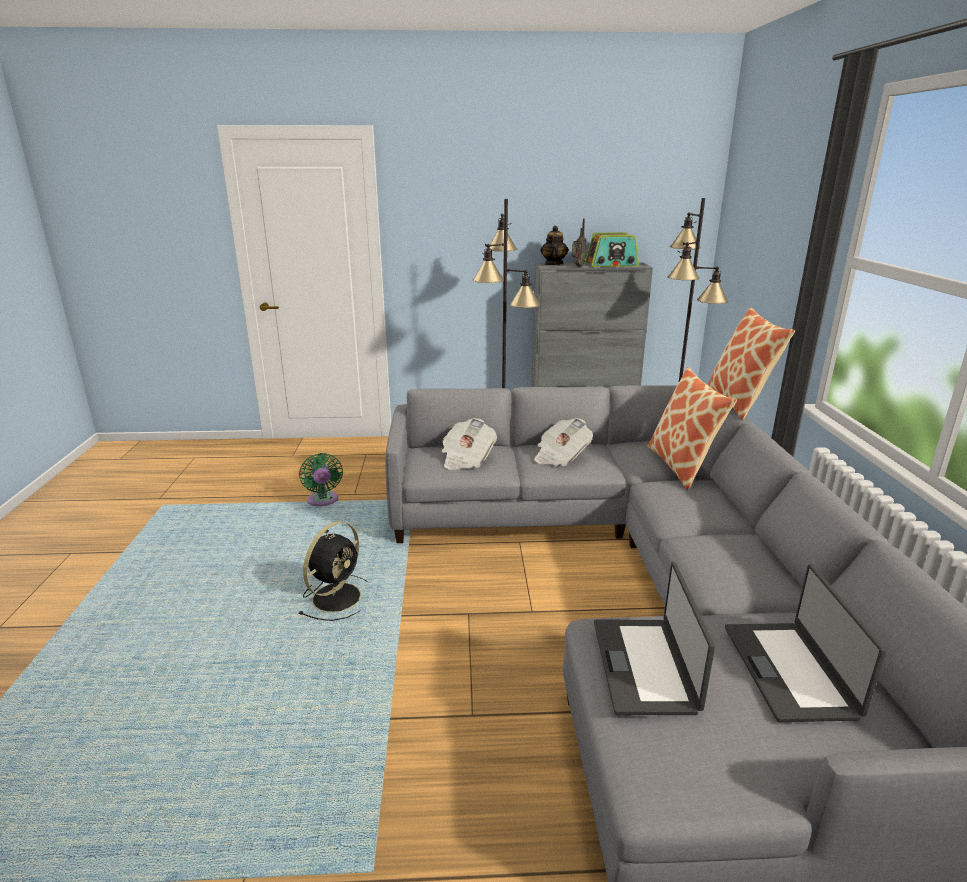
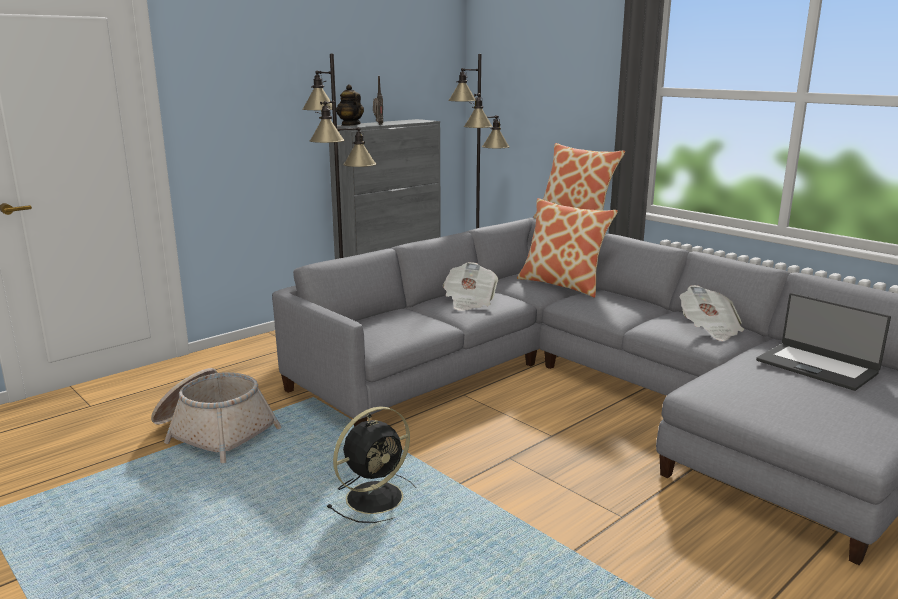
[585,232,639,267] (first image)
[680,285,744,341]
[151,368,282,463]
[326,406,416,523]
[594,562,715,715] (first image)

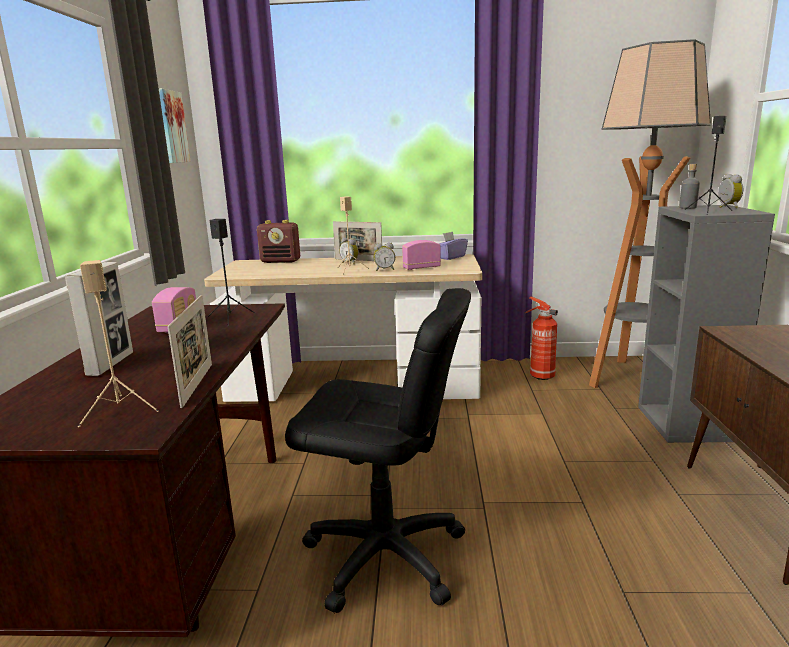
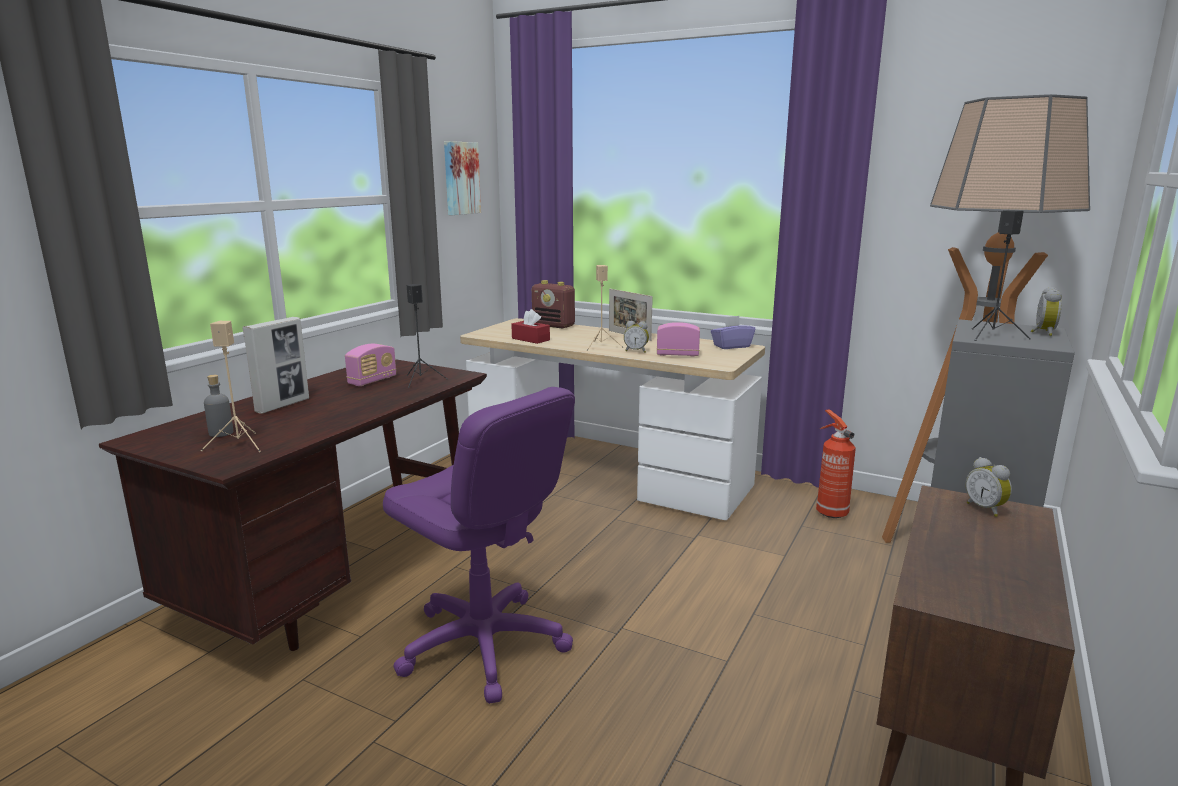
[204,375,233,437]
[966,457,1012,517]
[383,387,575,704]
[167,295,212,408] (first image)
[511,309,550,344]

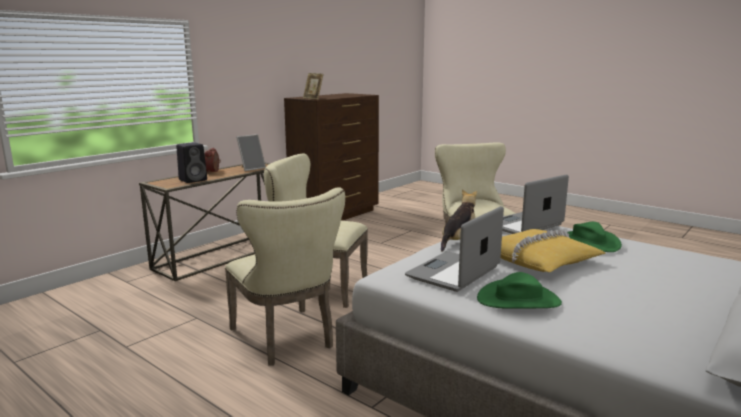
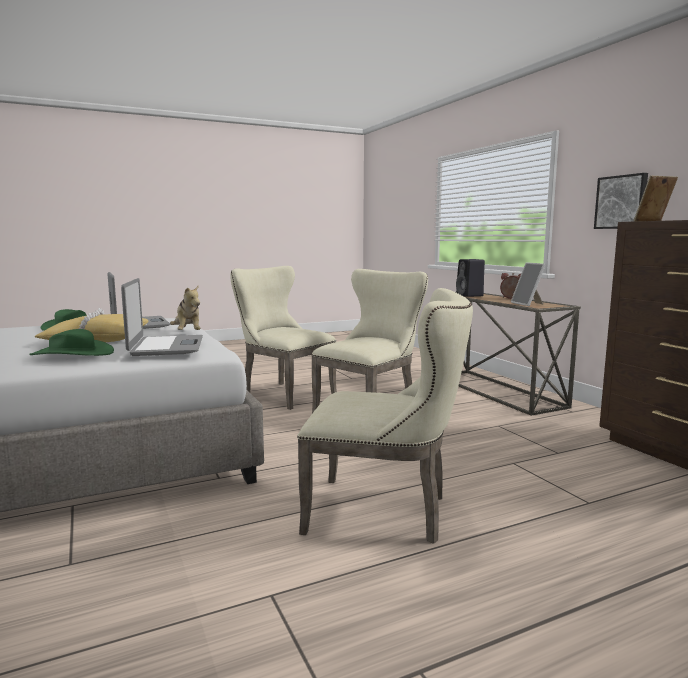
[230,266,337,410]
[594,173,648,229]

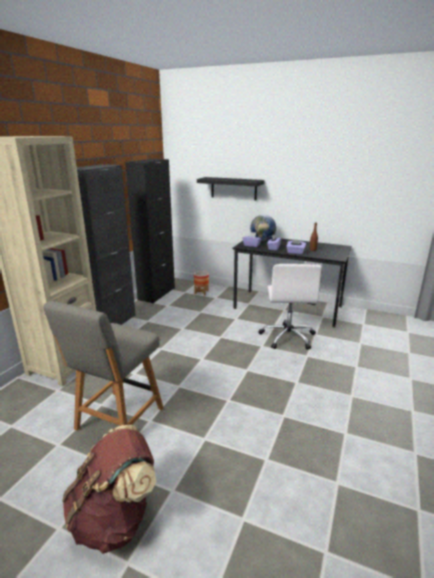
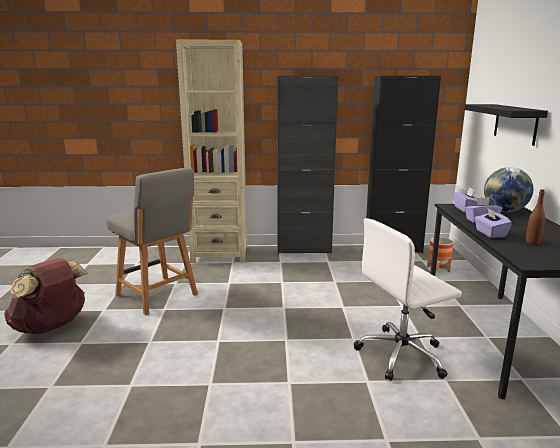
[107,168,198,315]

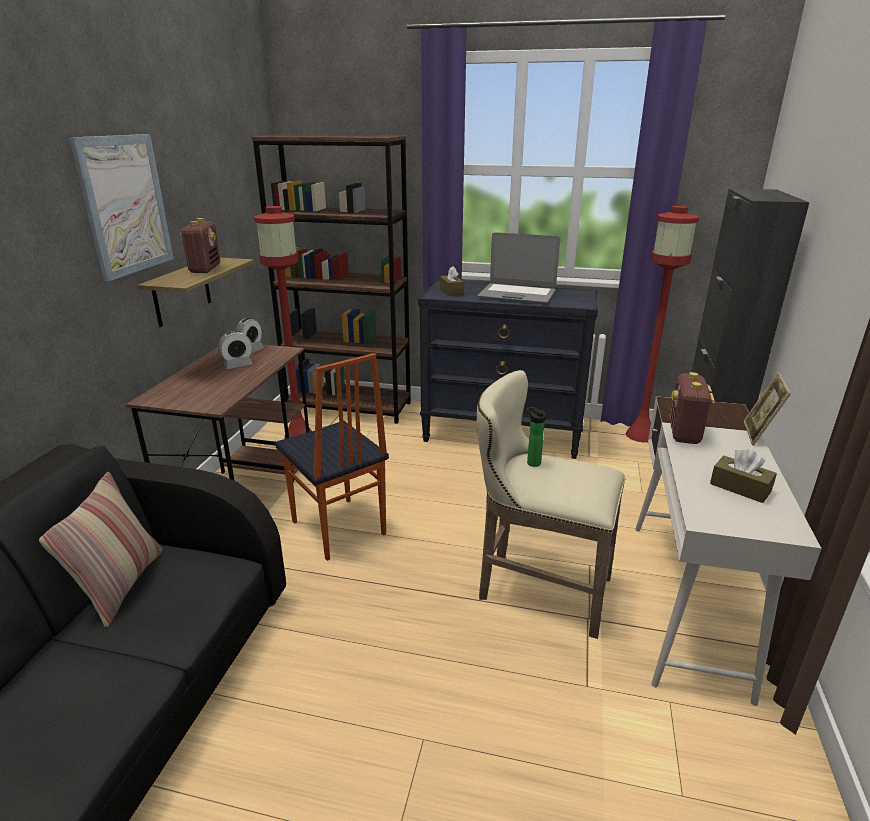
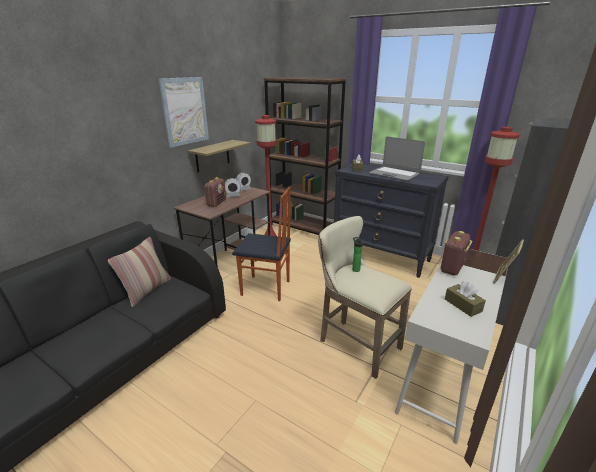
[204,177,226,207]
[232,187,291,301]

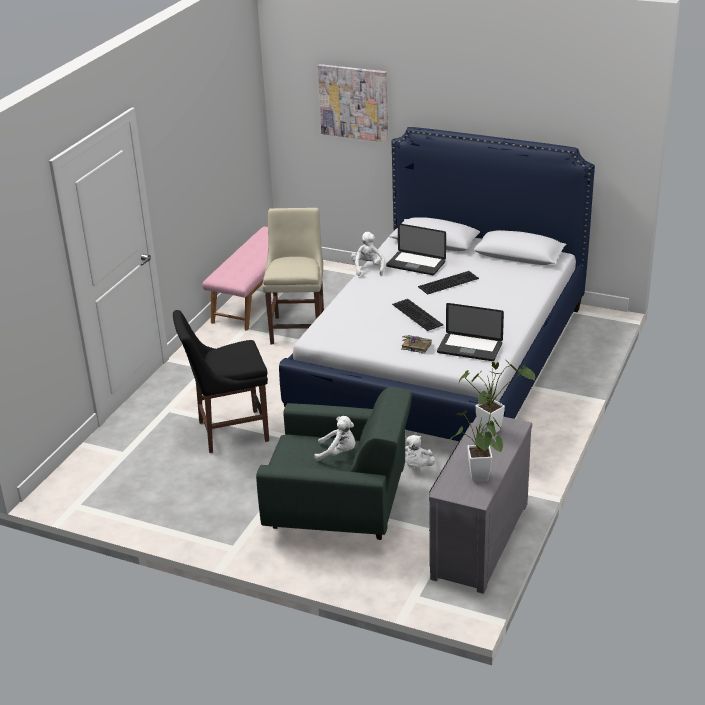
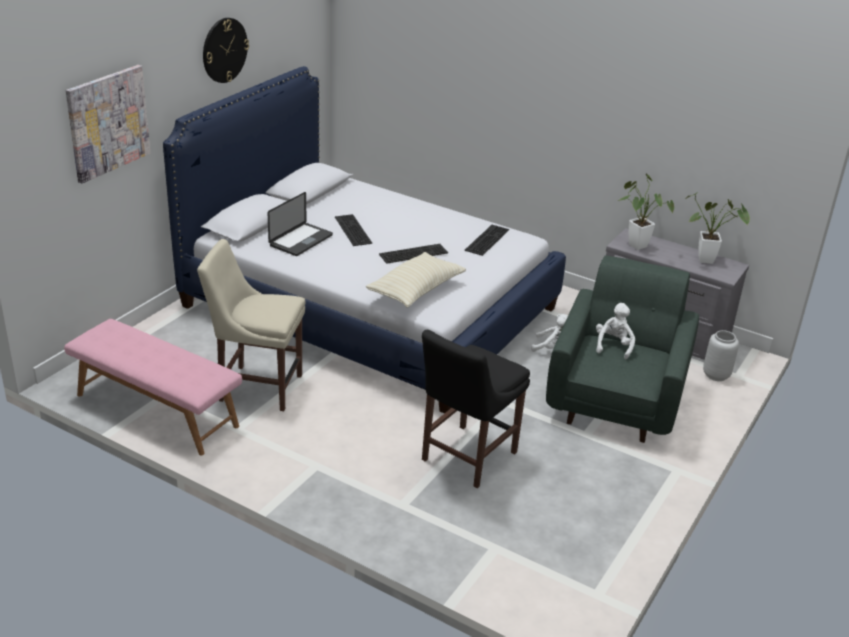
[351,232,385,276] (first image)
[465,225,509,256]
[422,330,530,488]
[401,335,432,354] (first image)
[203,18,249,83]
[366,252,466,307]
[703,330,739,381]

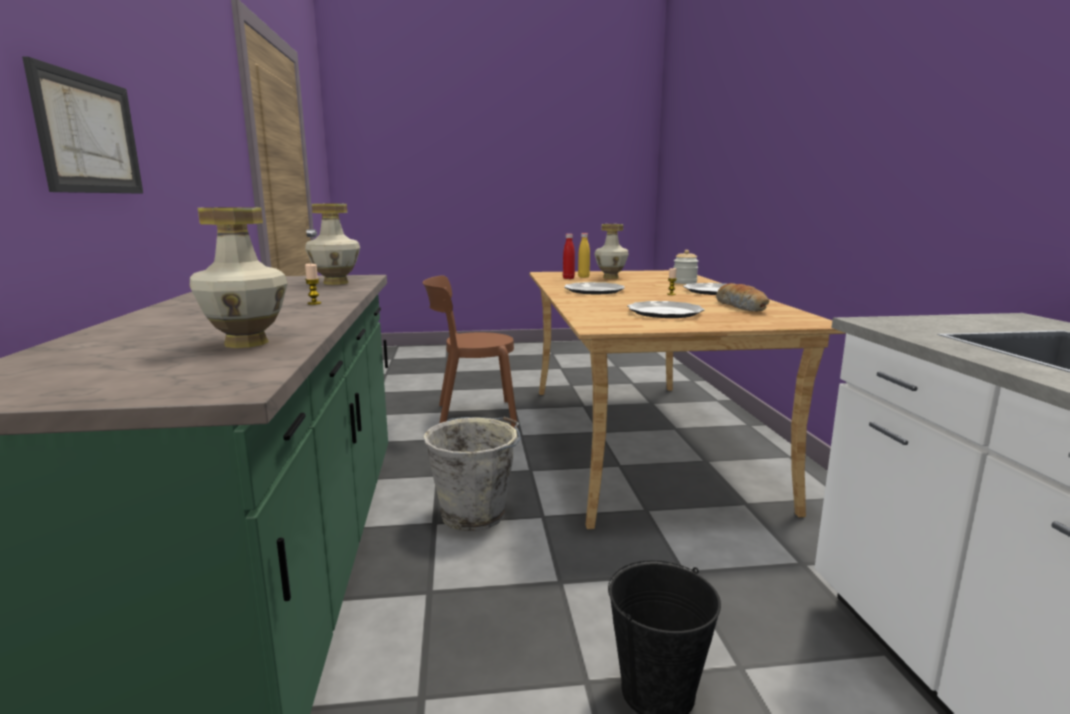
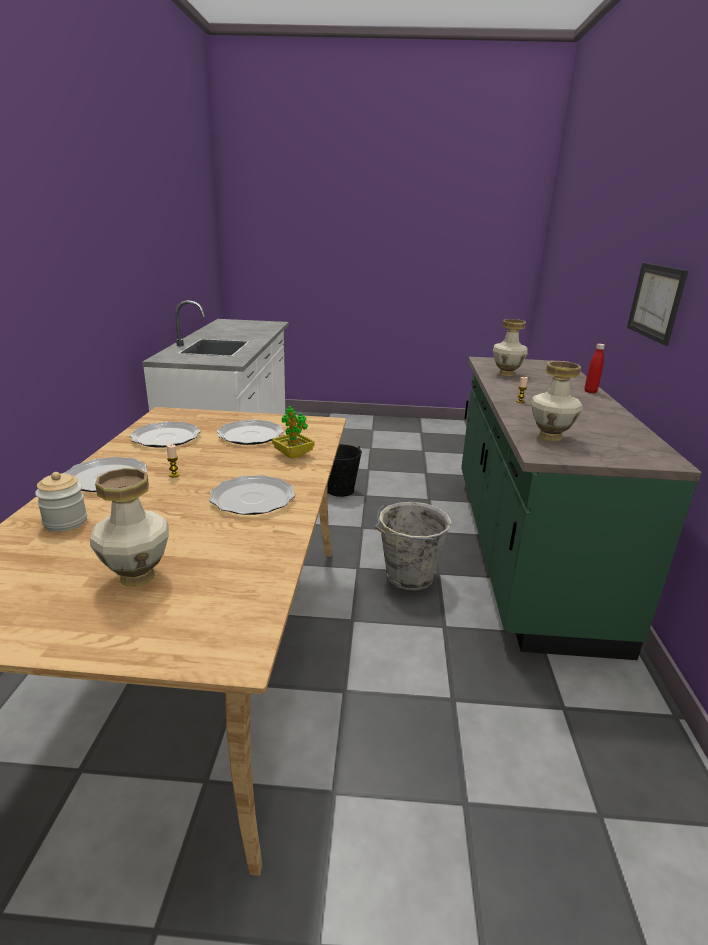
[578,233,590,278] (first image)
[585,344,605,393]
[423,275,518,428] (first image)
[129,421,201,448]
[272,406,315,459]

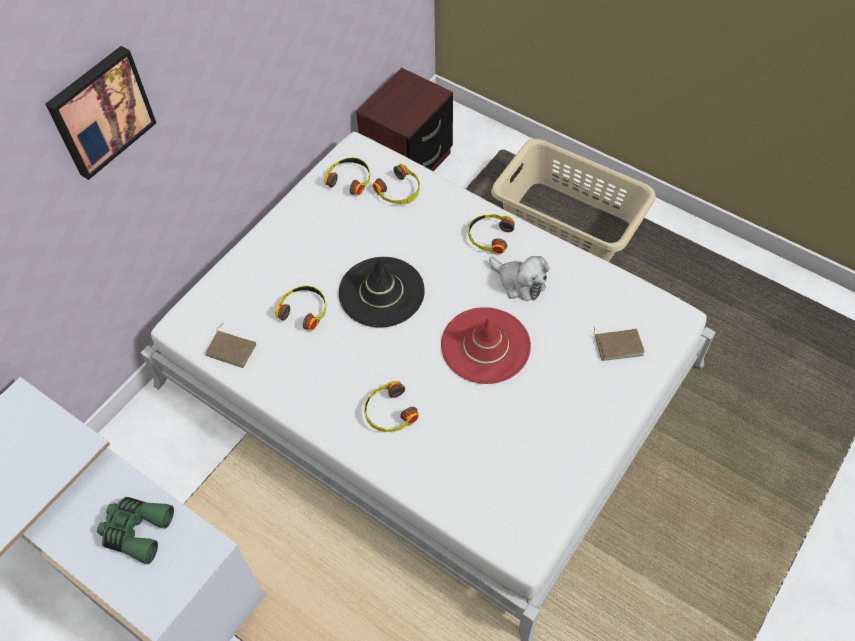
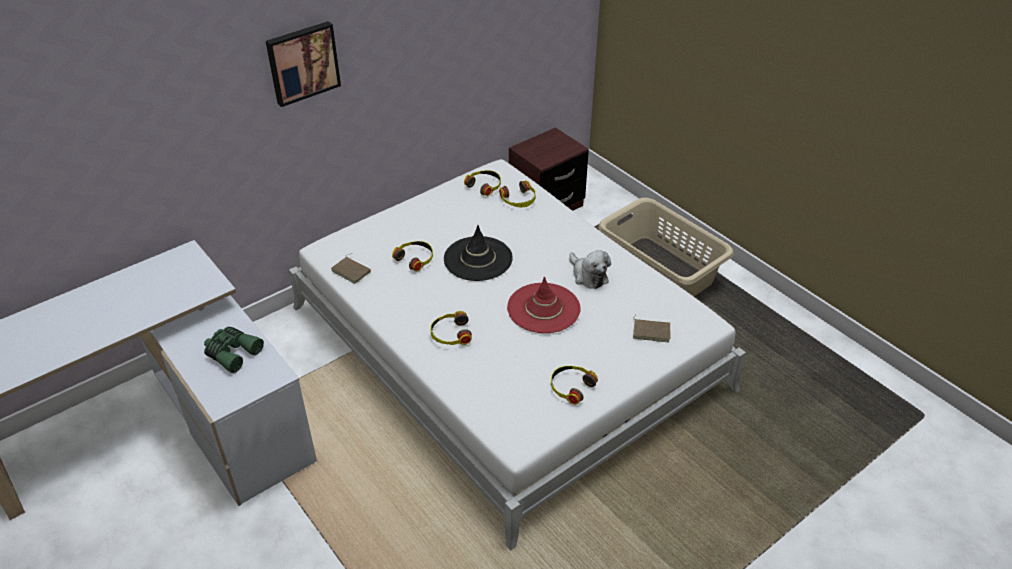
[551,366,598,404]

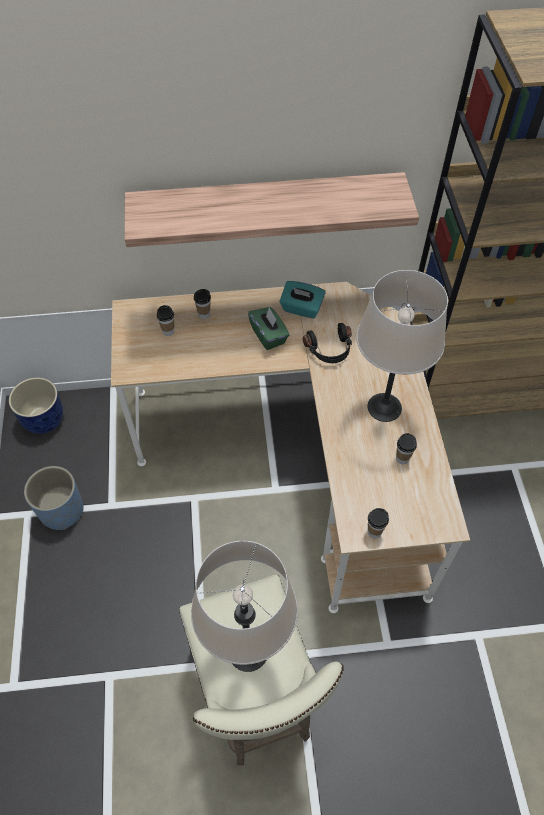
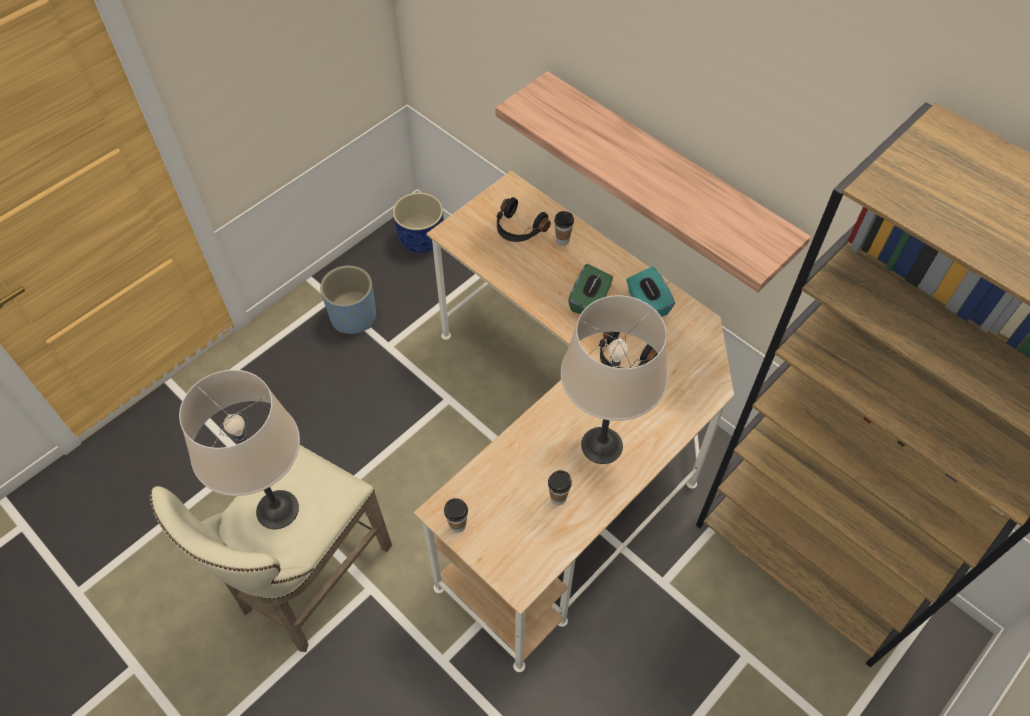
[496,197,551,242]

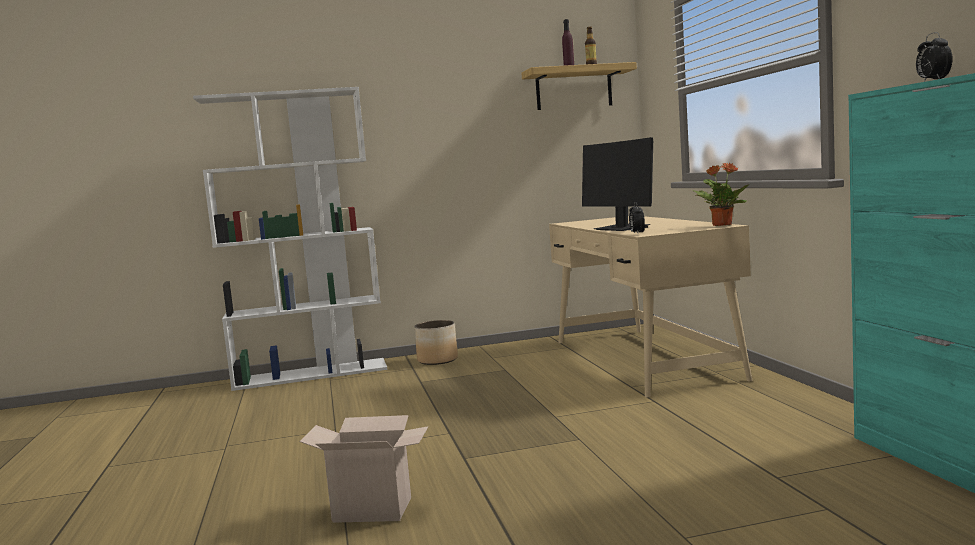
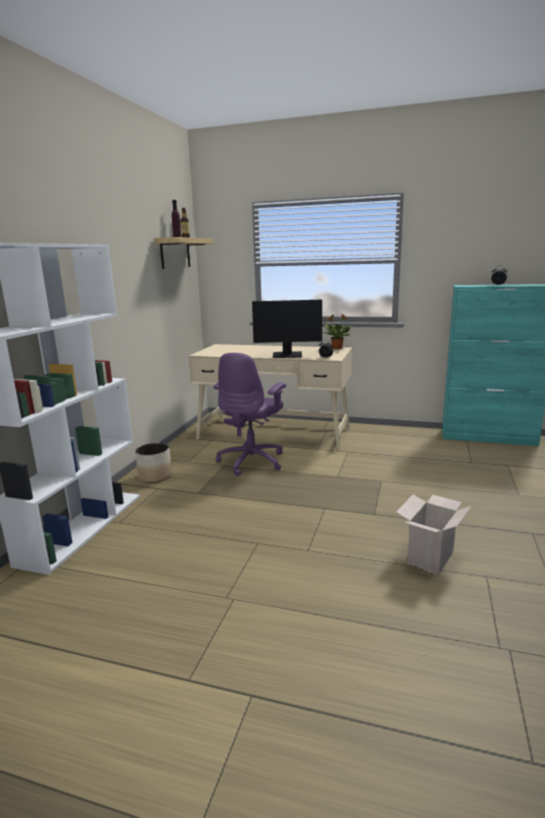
[214,353,286,476]

